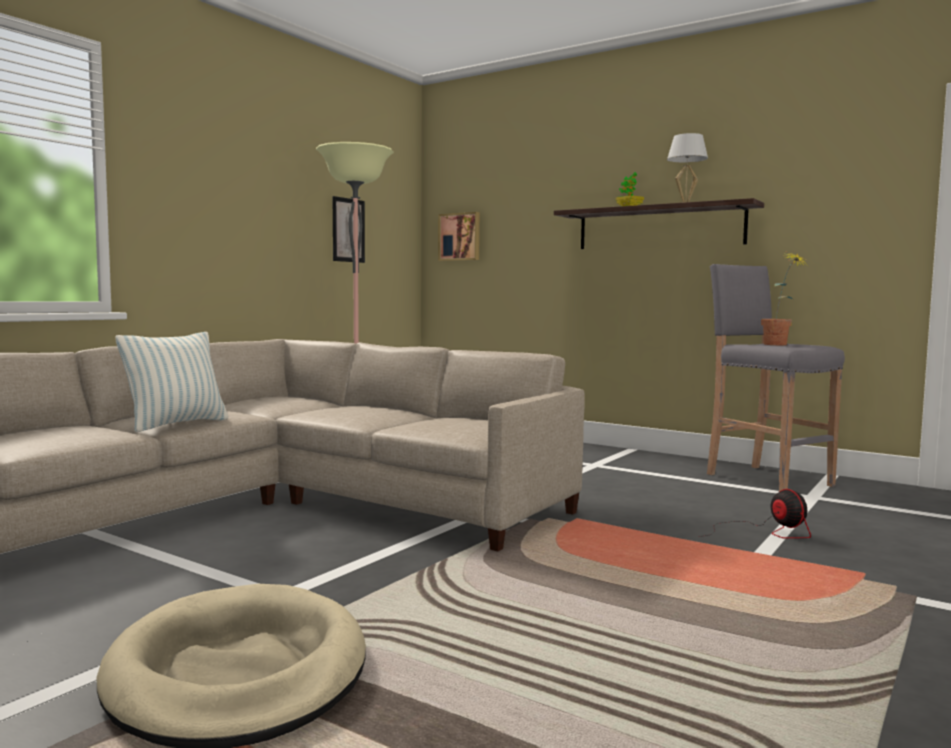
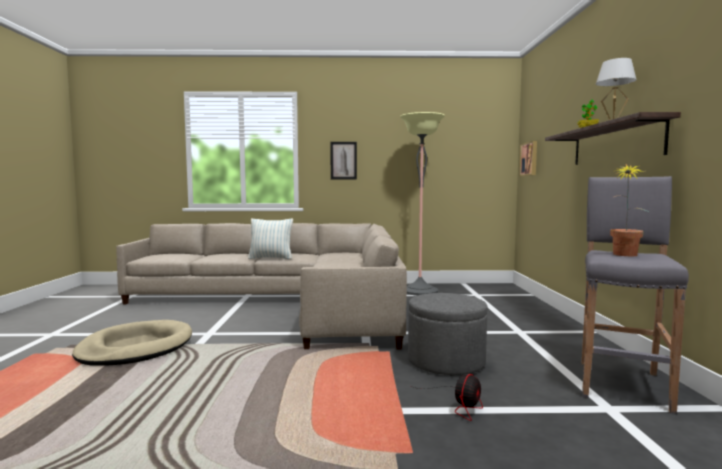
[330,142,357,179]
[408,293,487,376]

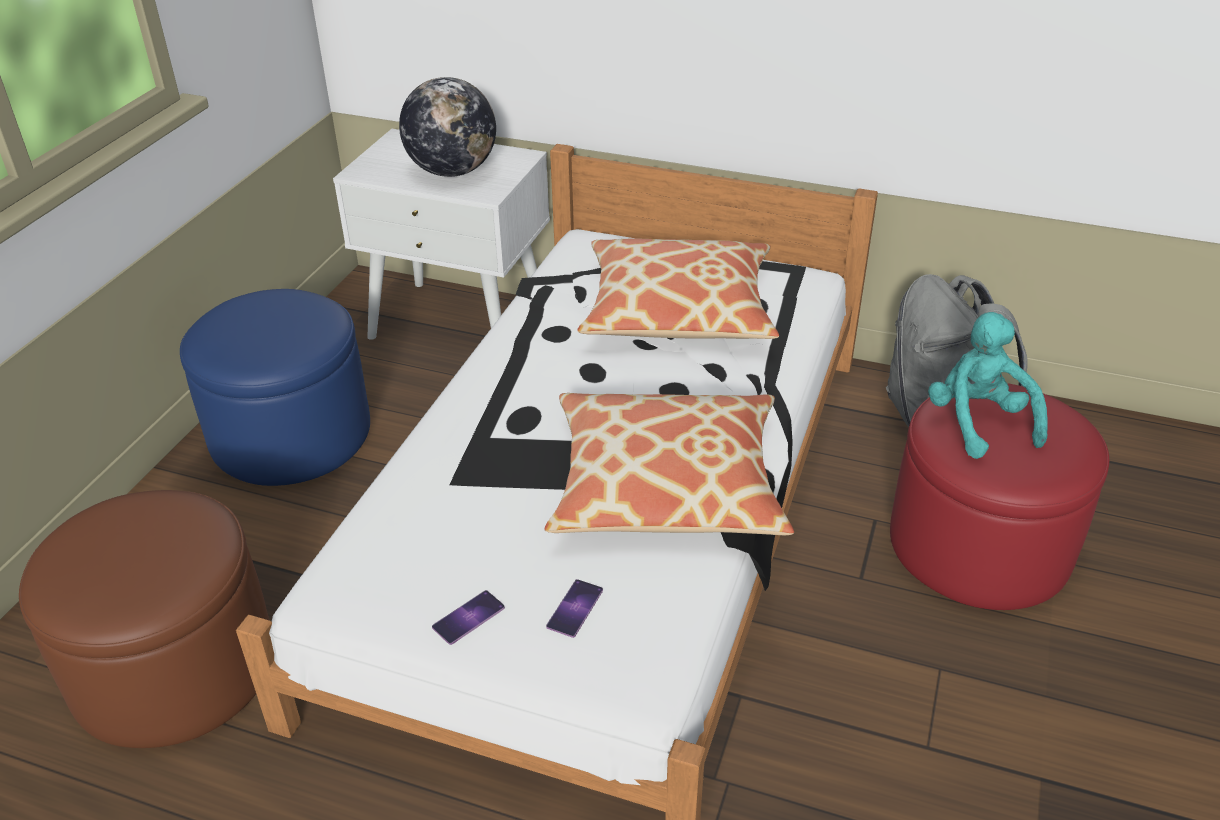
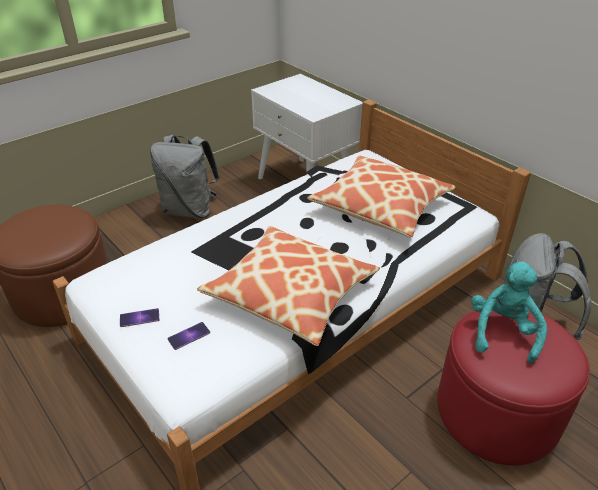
[399,77,496,177] (first image)
[150,134,220,218]

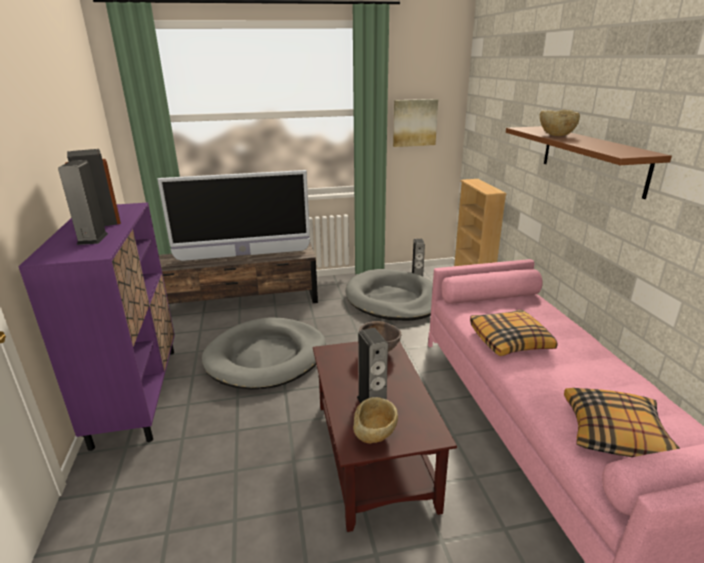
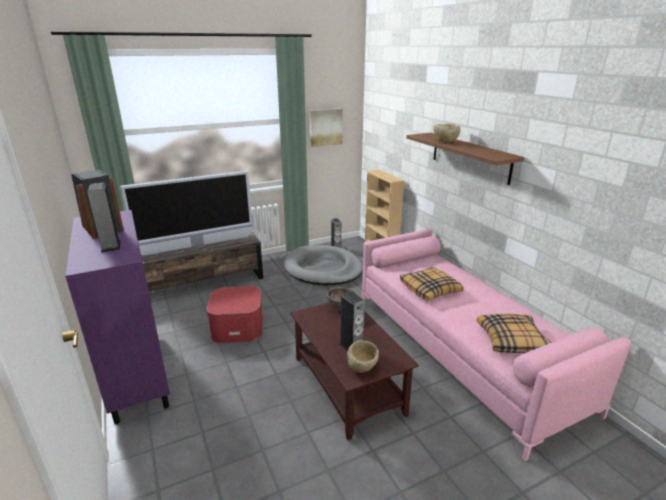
[207,286,263,343]

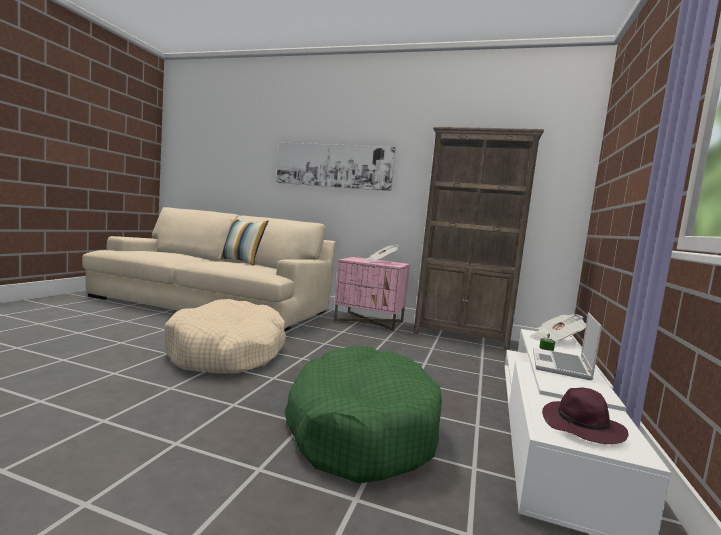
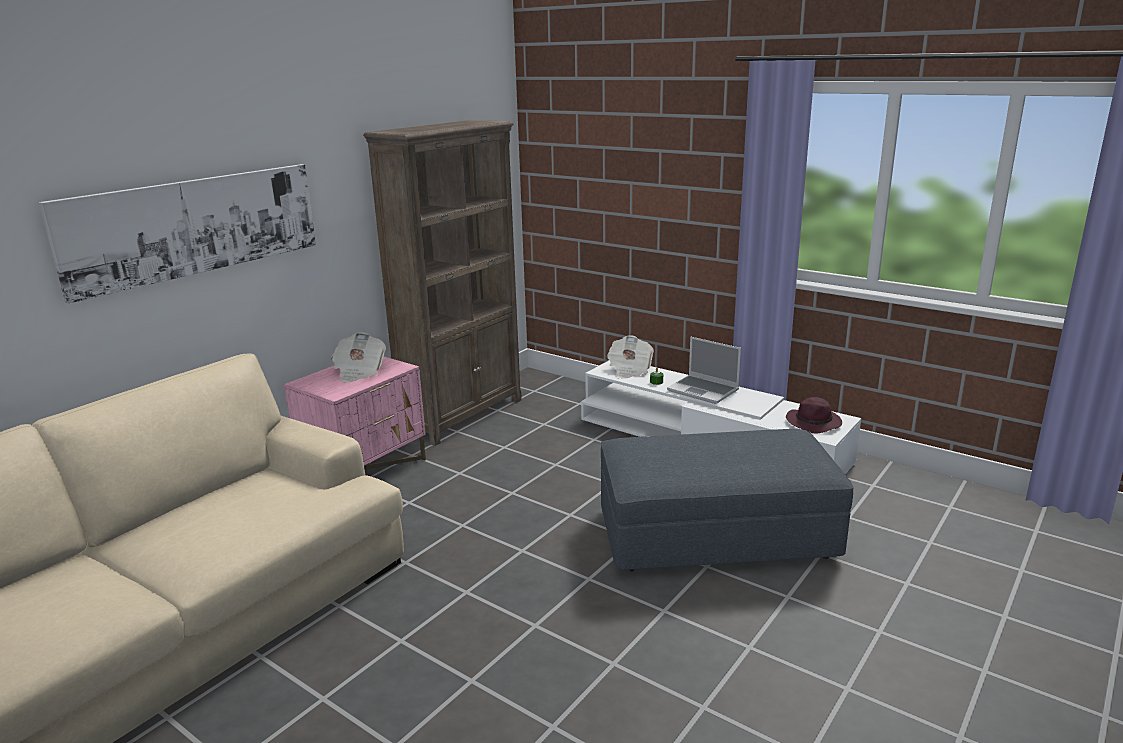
[219,217,268,266] (first image)
[164,299,286,374] (first image)
[601,429,854,571]

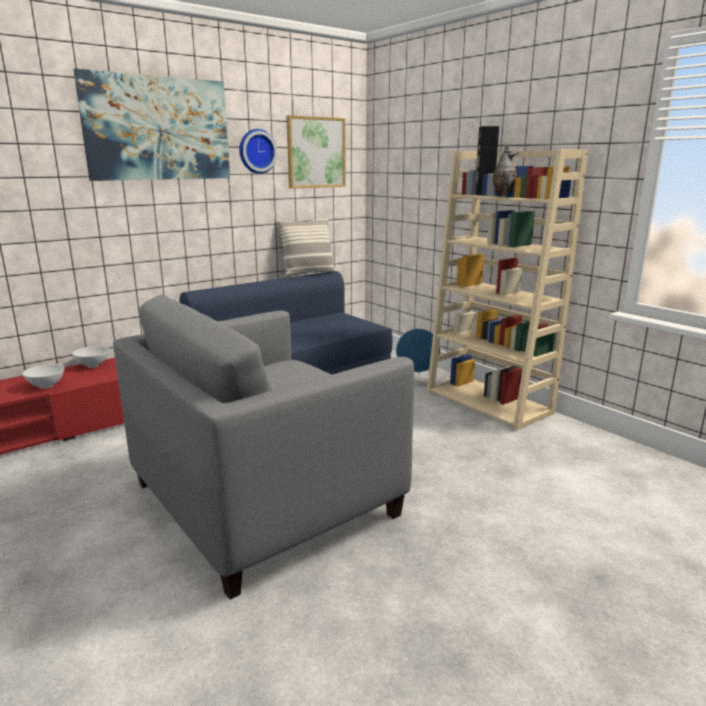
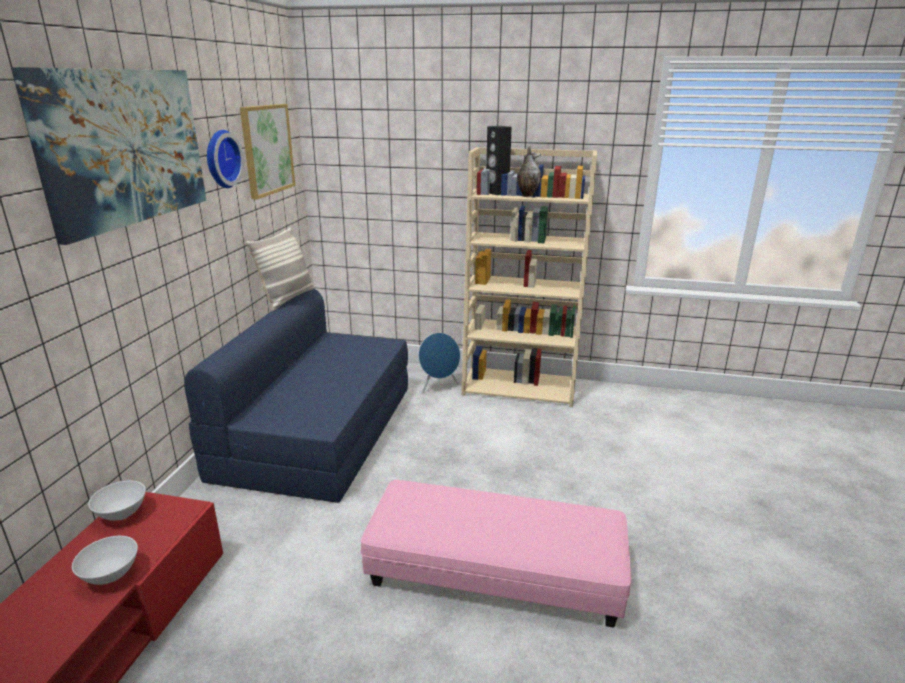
[361,480,631,628]

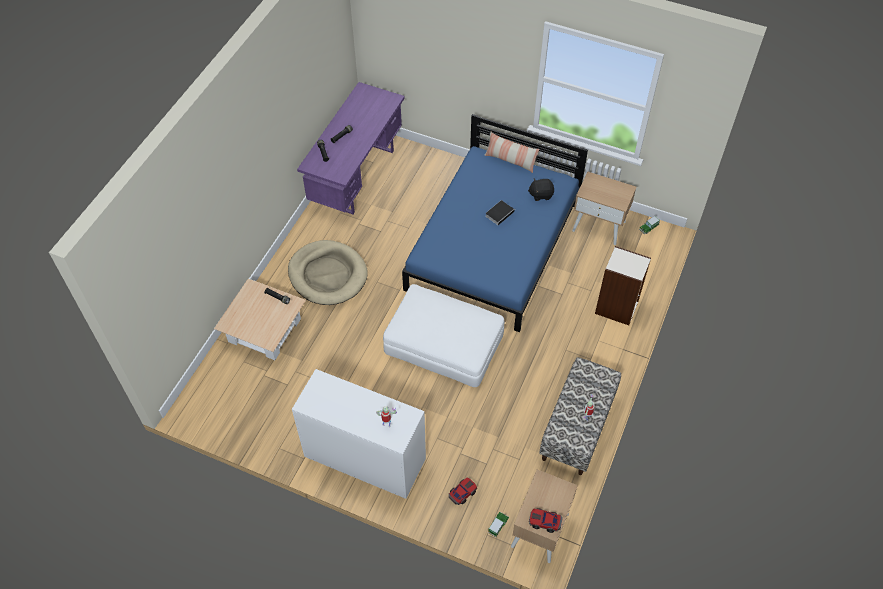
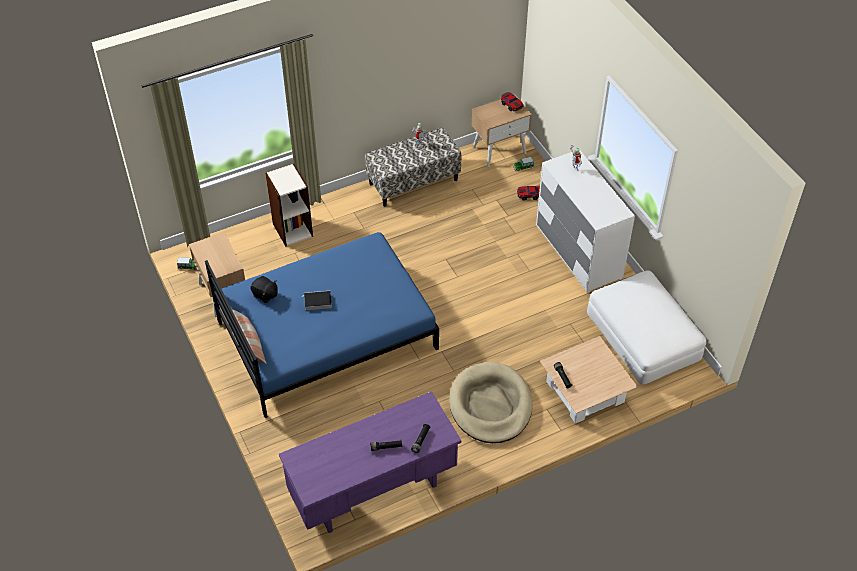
[587,270,706,384]

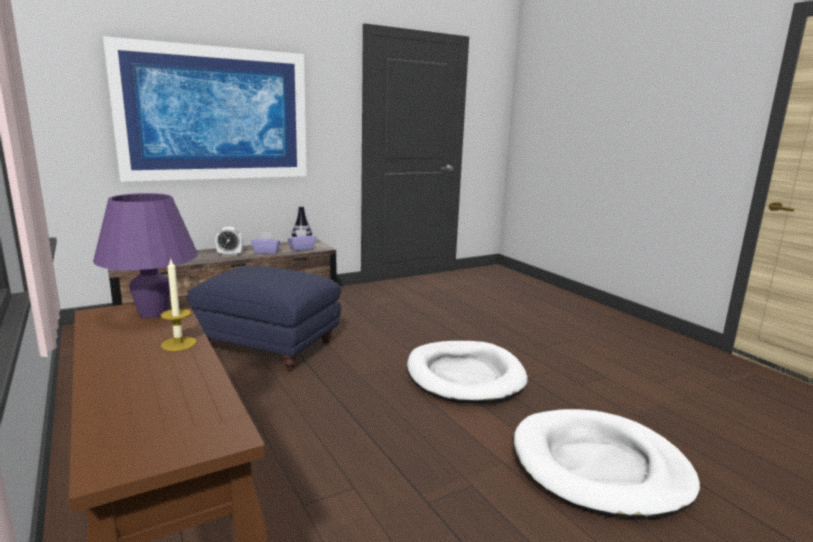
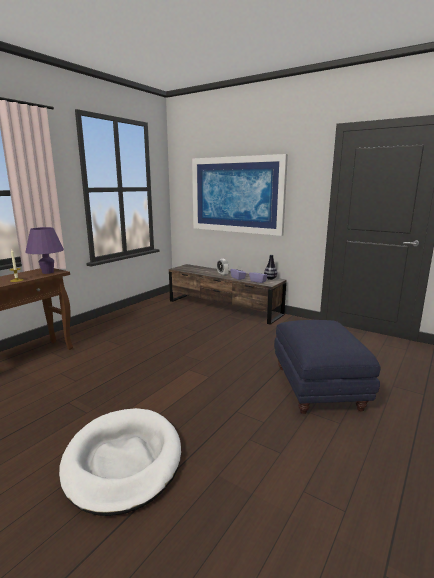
[274,320,381,414]
[407,341,528,403] (first image)

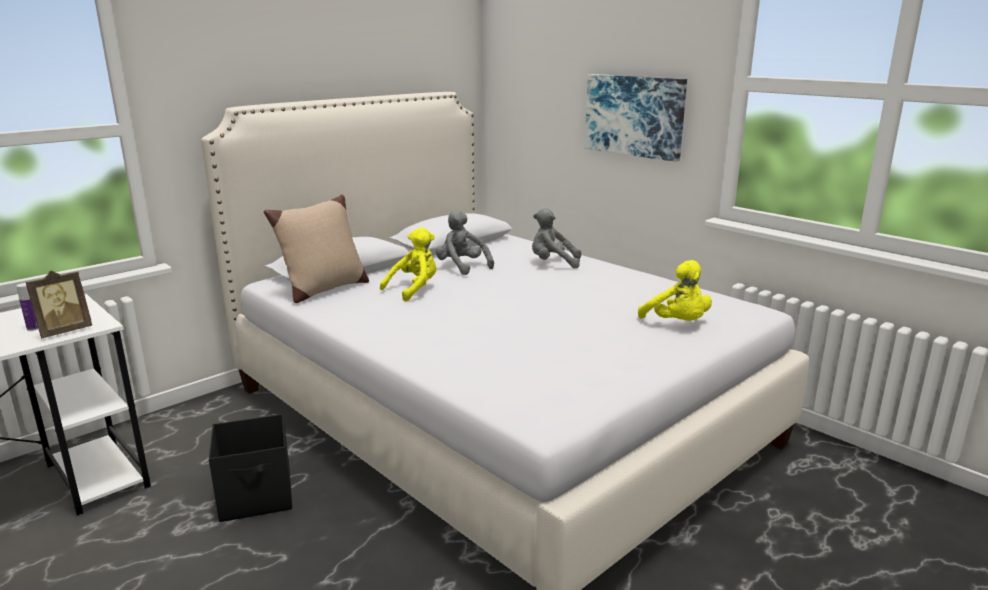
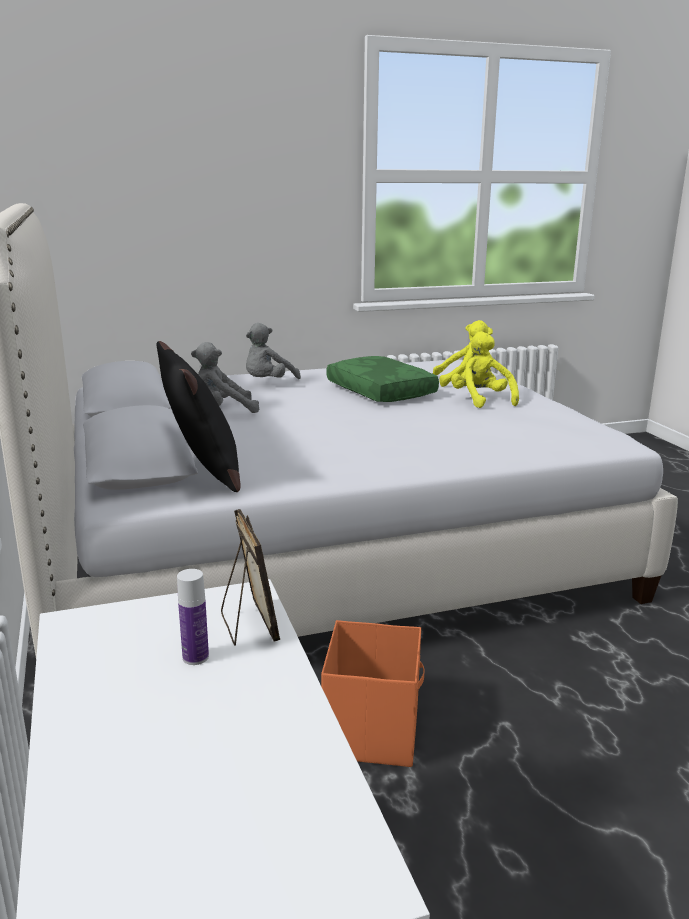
[585,74,687,162] (first image)
[157,341,241,492]
[451,331,519,408]
[321,620,425,767]
[326,356,439,402]

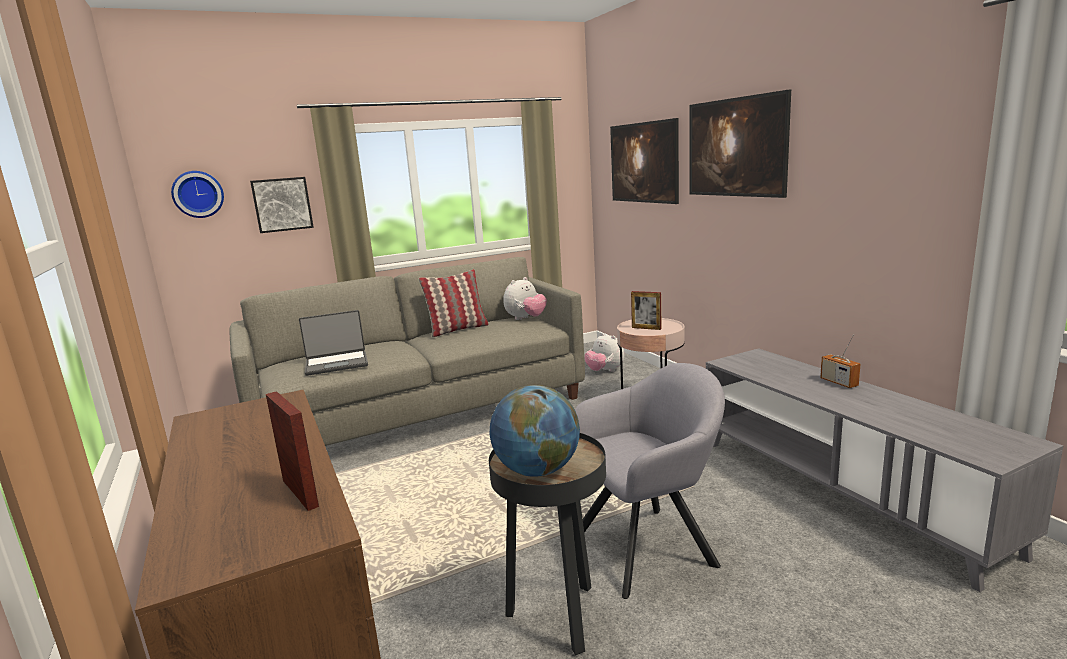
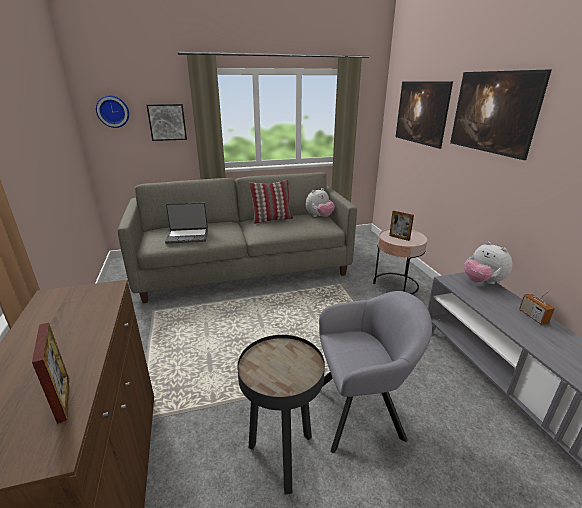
[464,241,513,284]
[490,385,580,477] (first image)

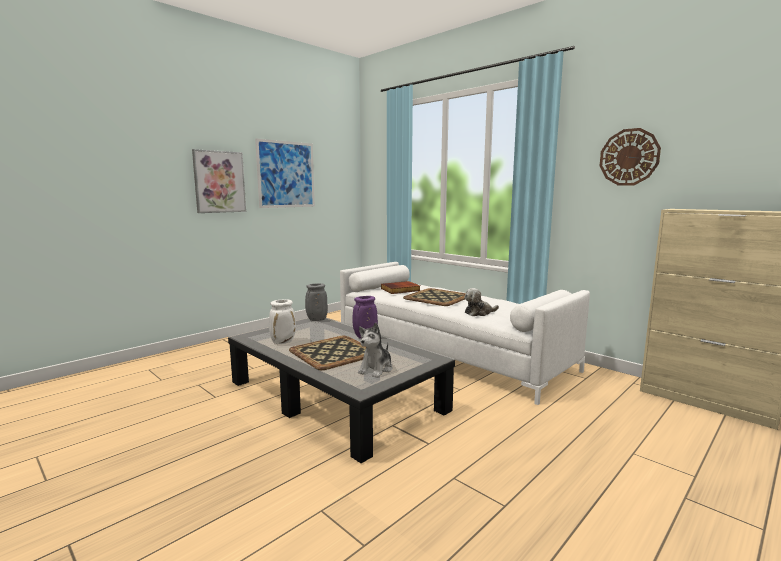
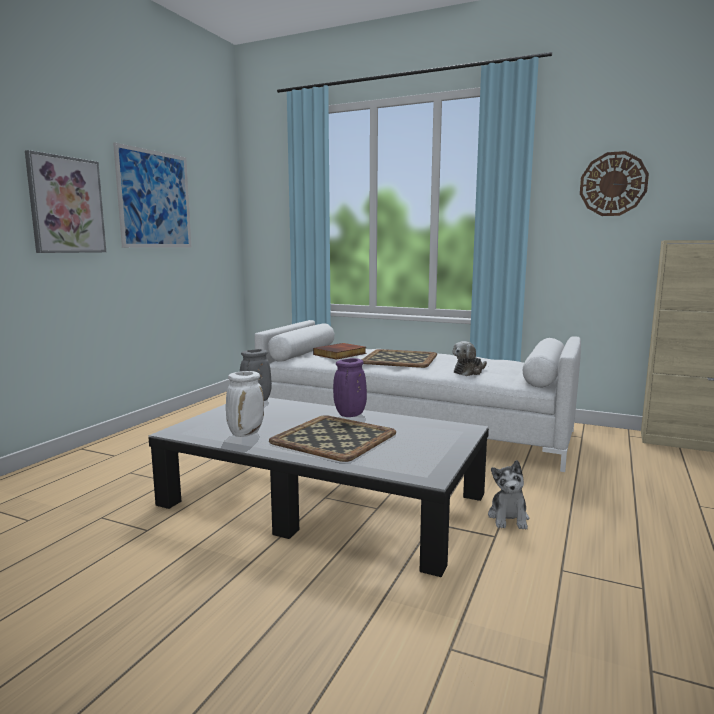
[488,460,529,530]

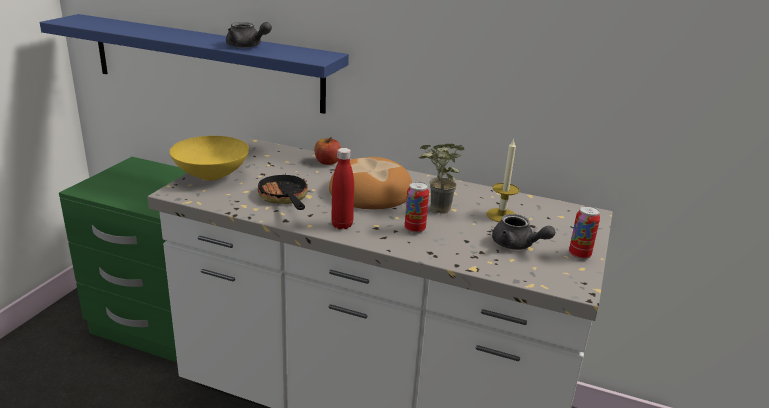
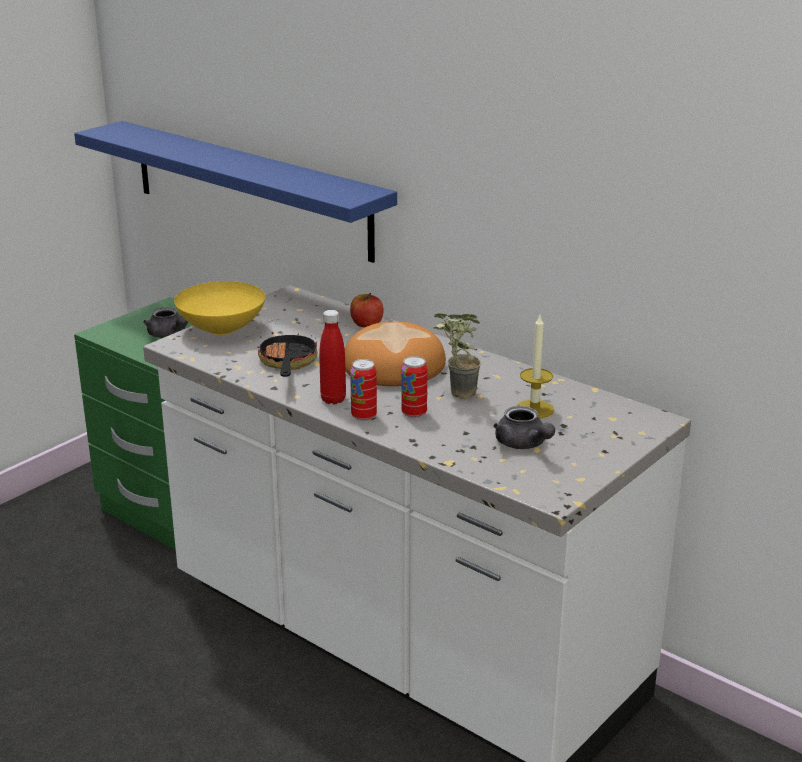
[143,307,188,338]
[350,359,377,421]

